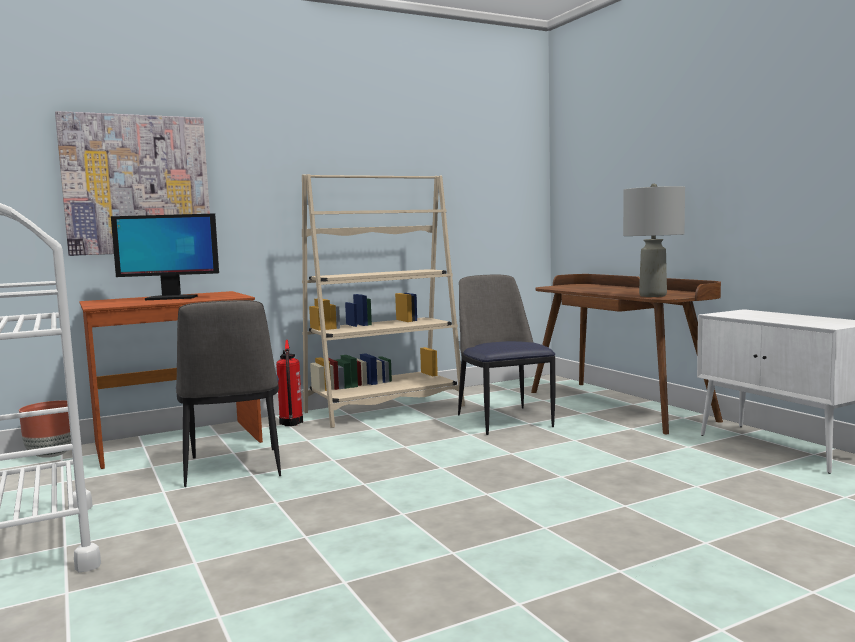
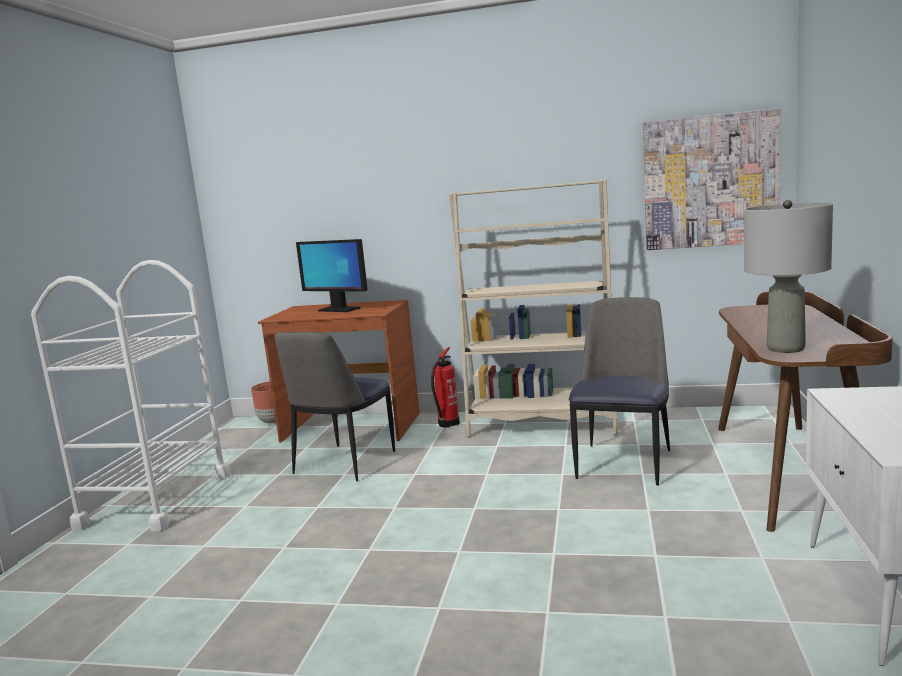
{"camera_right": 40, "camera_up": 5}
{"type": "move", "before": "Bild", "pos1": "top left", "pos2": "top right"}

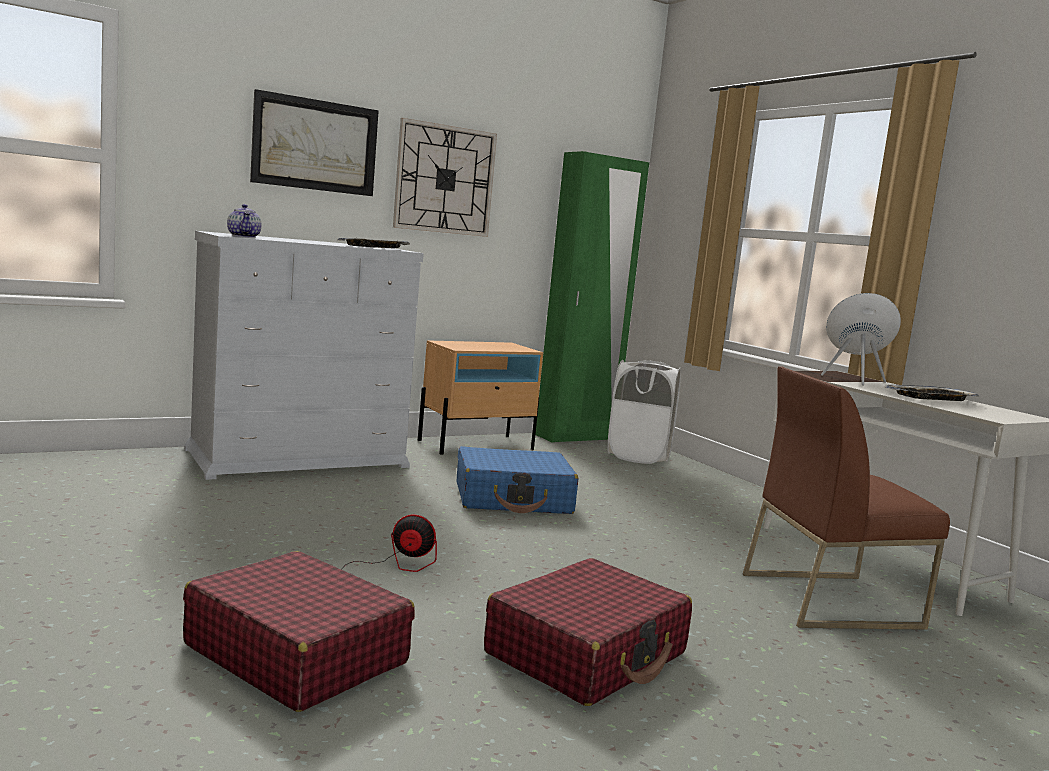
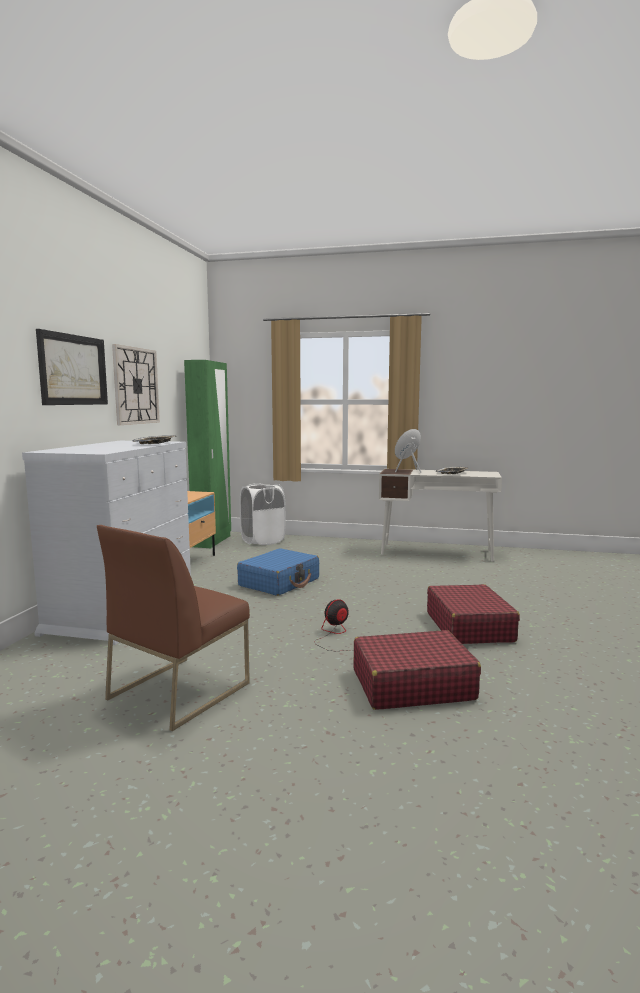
{"camera_right": -45, "camera_up": 0}
{"type": "delete", "before": "Teekanne", "pos1": "top left"}
{"type": "move", "before": "Stuhl/braun", "pos1": "middle right", "pos2": "middle left"}

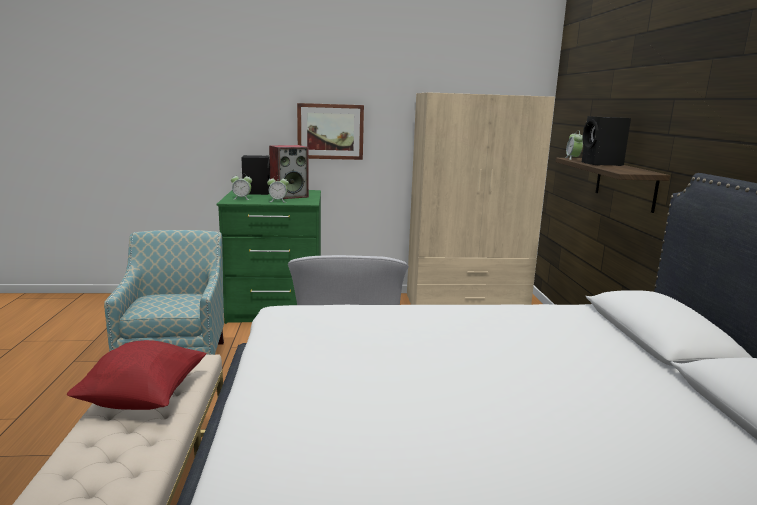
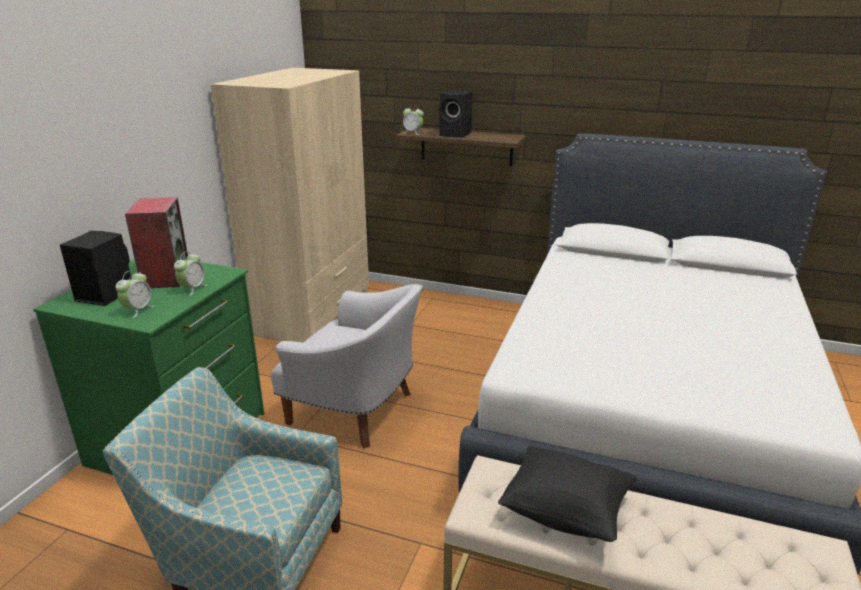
{"camera_right": -65, "camera_up": 10}
{"type": "delete", "before": "Bild", "pos1": "top centre"}
{"type": "recolor", "before": "Kissen/rot", "after": "Kissen/schwarz", "pos1": "bottom left", "pos2": "bottom centre"}

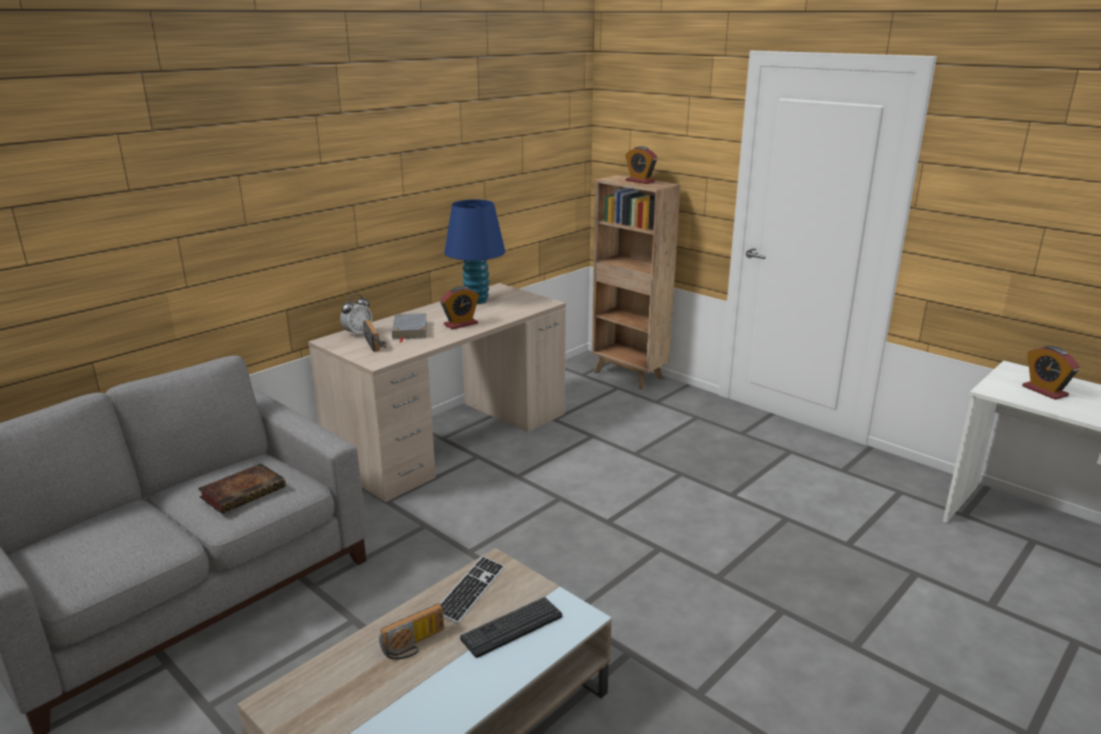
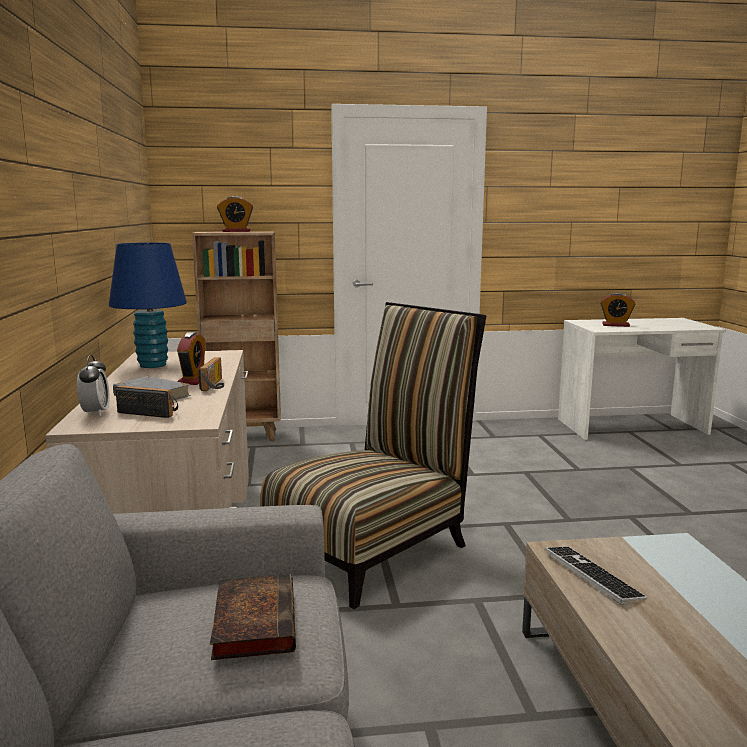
{"camera_right": -50, "camera_up": -10}
{"type": "delete", "before": "Tastatur (2nd from left)", "pos1": "bottom centre"}
{"type": "move", "before": "Radio (2nd from left)", "pos1": "bottom centre", "pos2": "middle left"}
{"type": "insert", "after": "Stuhl", "pos2": "centre"}

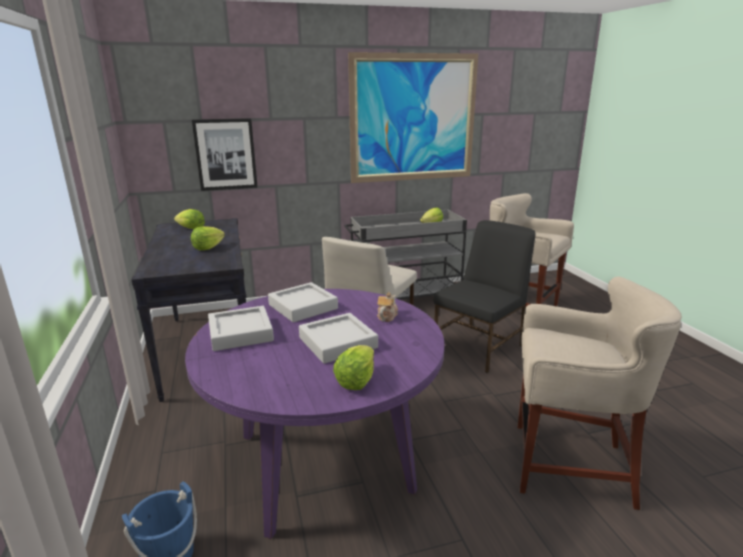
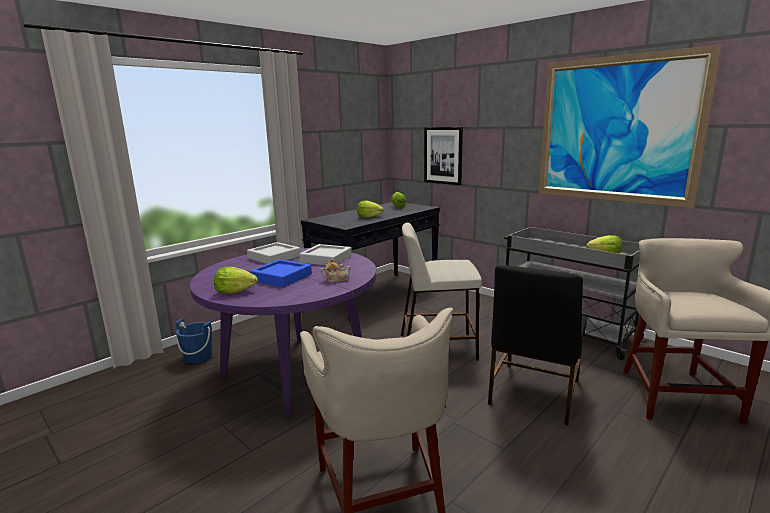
{"camera_right": 60, "camera_up": -5}
{"type": "rotate", "before": "Stuhl/schwarz", "pos1": "centre", "pos2": "bottom right", "turn": 105}
{"type": "recolor", "before": "Tablett/grau (3rd from left)", "after": "Tablett/blau", "pos1": "centre", "pos2": "centre"}

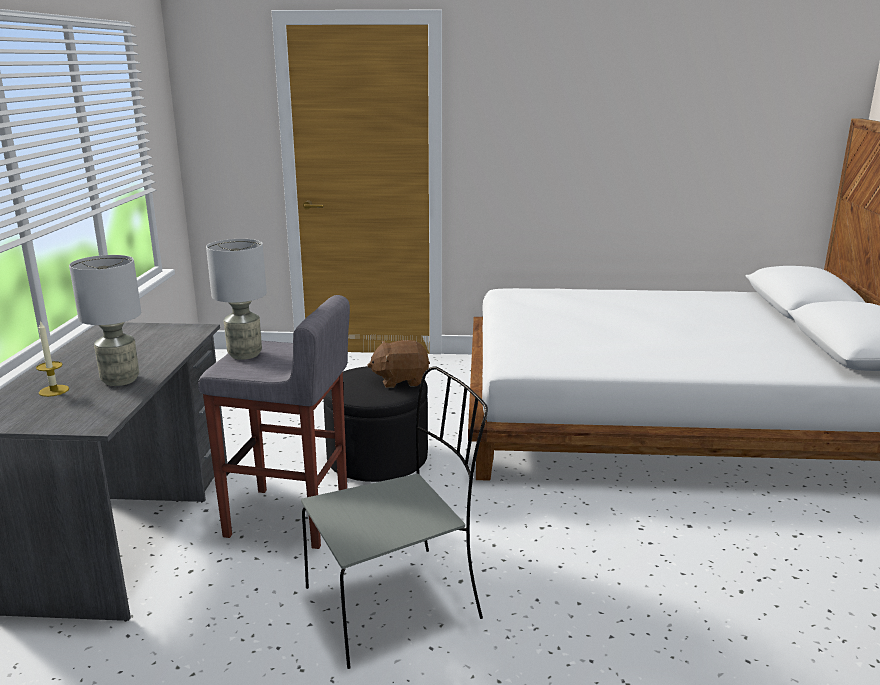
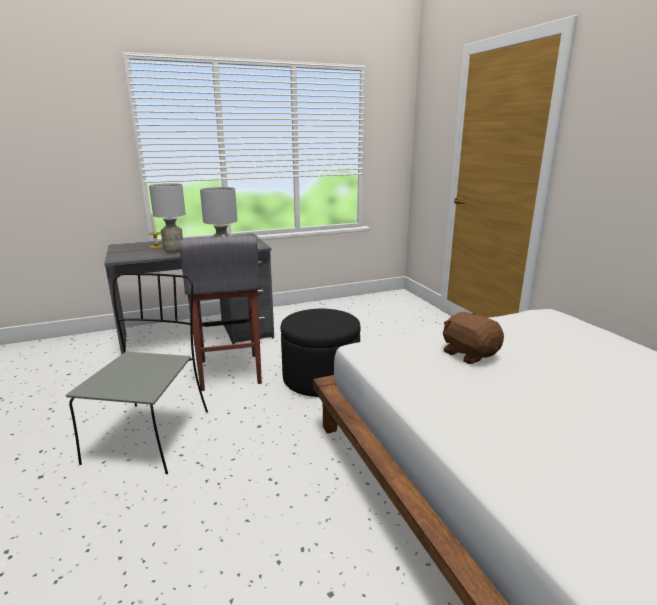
{"camera_right": 65, "camera_up": 0}
{"type": "move", "before": "Plüschtier/braun", "pos1": "centre", "pos2": "middle right"}
{"type": "rotate", "before": "Stuhl/grau", "pos1": "bottom centre", "pos2": "middle left", "turn": -120}

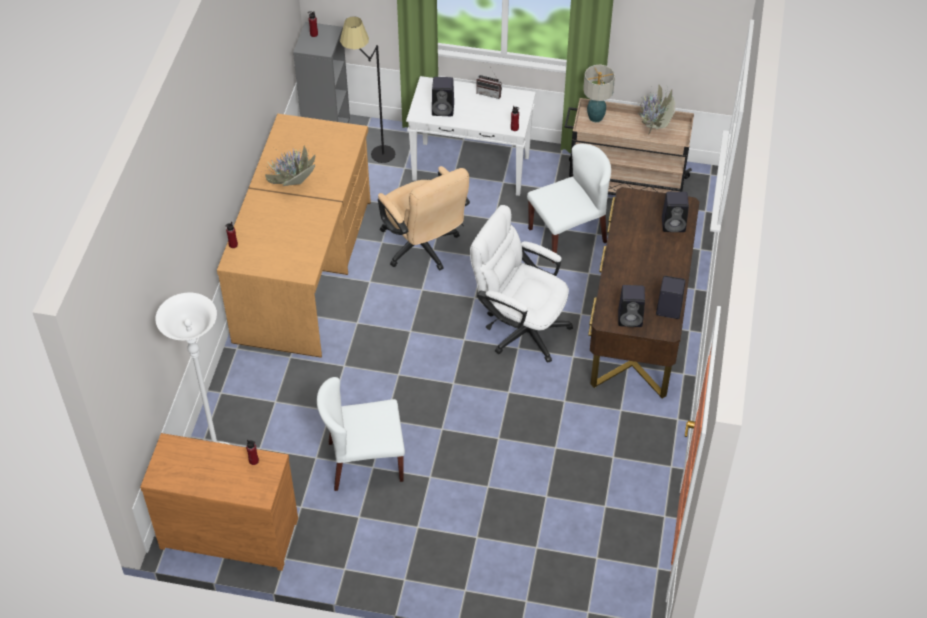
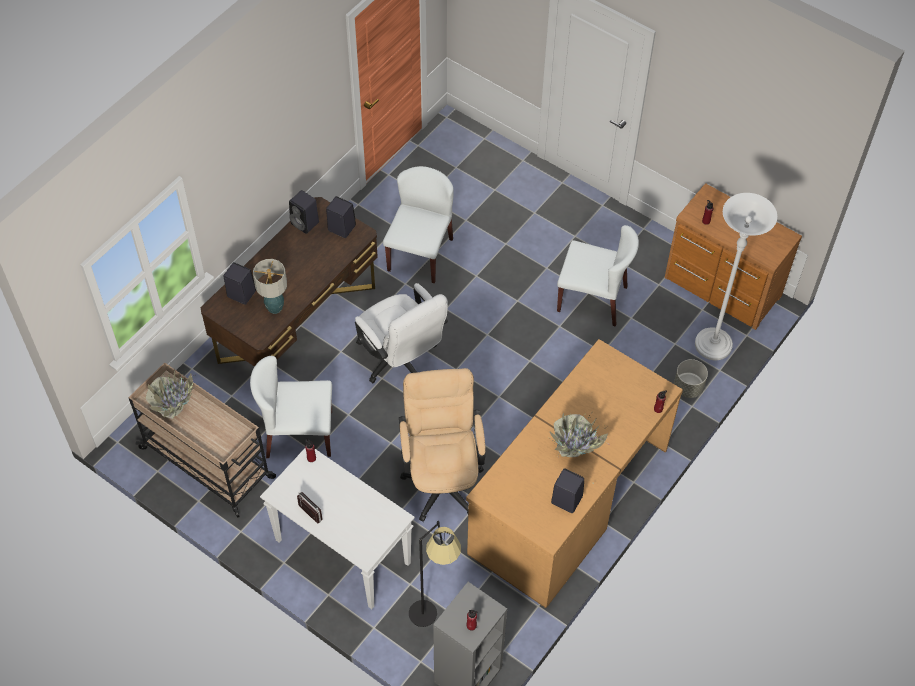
{"camera_right": -155, "camera_up": 5}
{"type": "move", "before": "Tischlampe", "pos1": "top centre", "pos2": "middle left"}
{"type": "move", "before": "Lautsprecher/schwarz (1st from left in the first image)", "after": "Lautsprecher/schwarz (4th from left)", "pos1": "top centre", "pos2": "bottom centre"}
{"type": "insert", "after": "Stuhl/weiß (2nd from left)", "pos2": "top centre"}
{"type": "insert", "after": "Pflanzkübel/grau", "pos2": "middle right"}

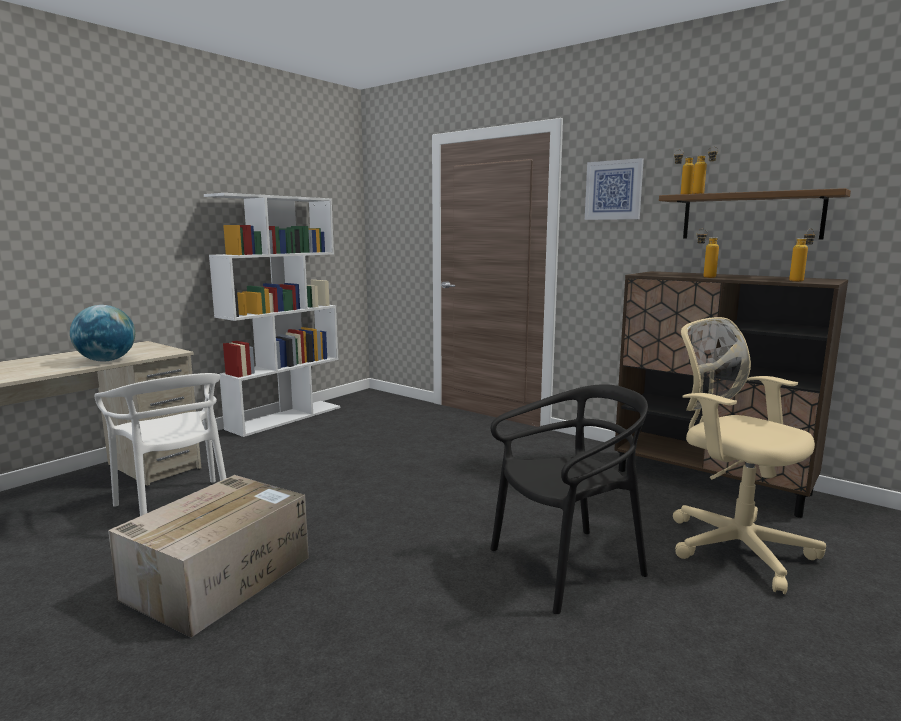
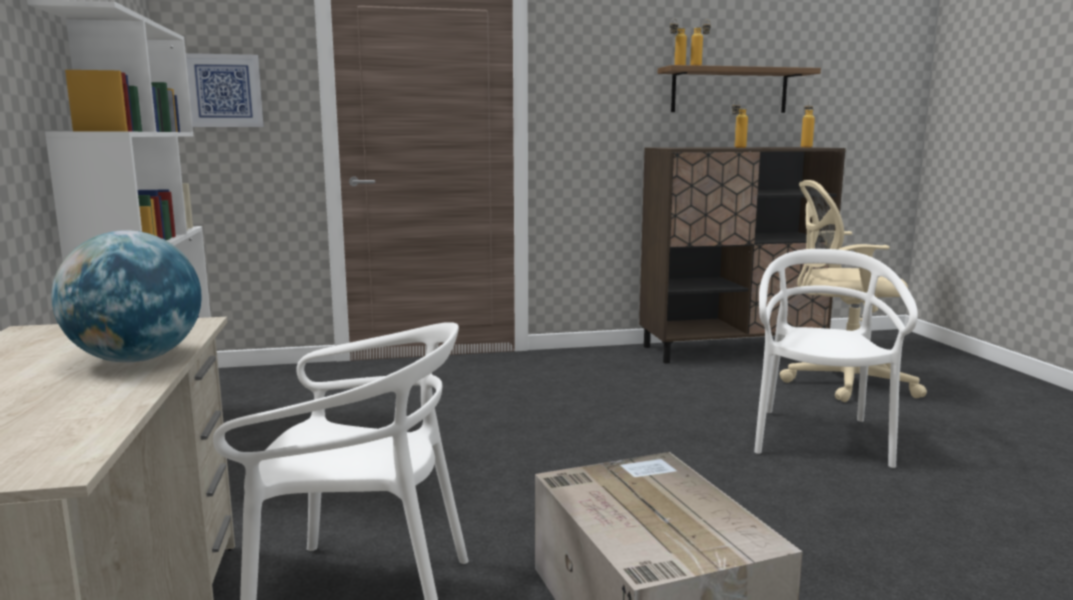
{"camera_right": -50, "camera_up": 0}
{"type": "move", "before": "Bild", "pos1": "top right", "pos2": "top left"}
{"type": "recolor", "before": "Stuhl/schwarz", "after": "Stuhl/weiß (2nd from left)", "pos1": "bottom centre", "pos2": "middle right"}

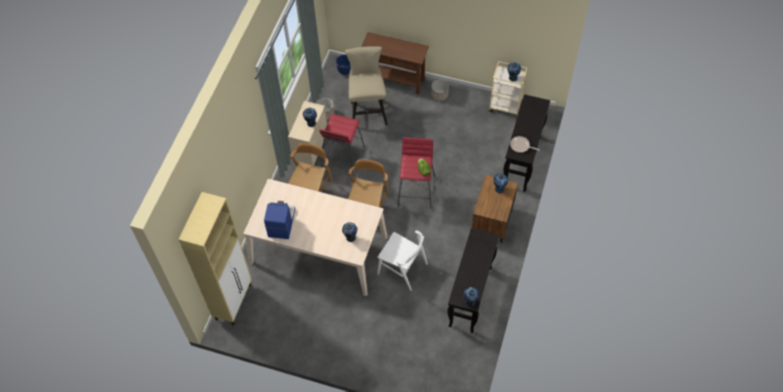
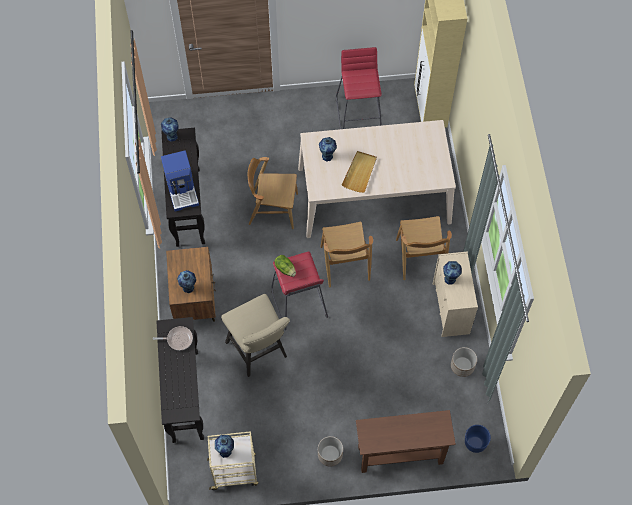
{"camera_right": 155, "camera_up": 5}
{"type": "move", "before": "Hocker/beige", "pos1": "top centre", "pos2": "centre"}
{"type": "move", "before": "Hocker/rot (1st from left in the first image)", "after": "Hocker/rot (2nd from left)", "pos1": "centre", "pos2": "top centre"}
{"type": "move", "before": "Kaffeemaschine", "pos1": "centre", "pos2": "middle left"}
{"type": "recolor", "before": "Stuhl/weiß", "after": "Stuhl/braun (1st from left)", "pos1": "centre", "pos2": "centre"}
{"type": "insert", "after": "Tablett/beige", "pos2": "centre"}

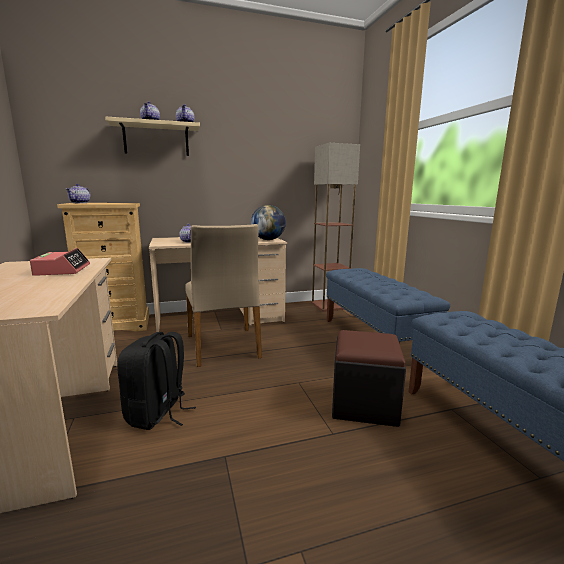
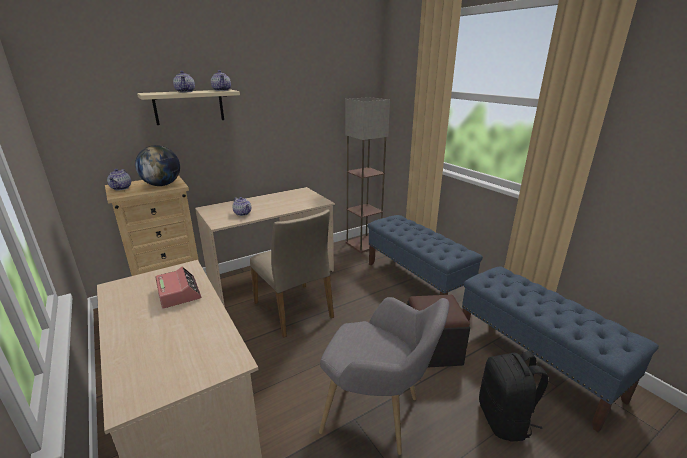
{"camera_right": -15, "camera_up": 10}
{"type": "move", "before": "Globus", "pos1": "centre", "pos2": "middle left"}
{"type": "move", "before": "Rucksack/schwarz", "pos1": "bottom left", "pos2": "bottom right"}
{"type": "insert", "after": "Sessel/grau", "pos2": "bottom centre"}

